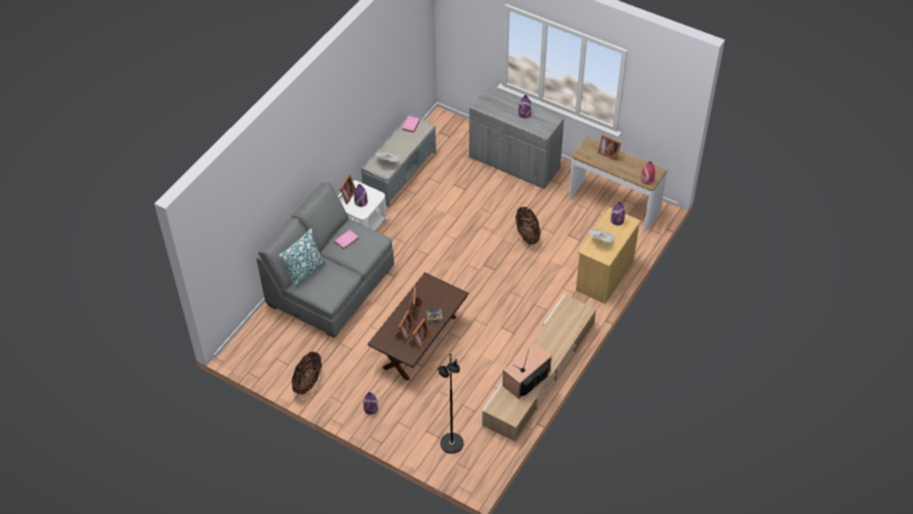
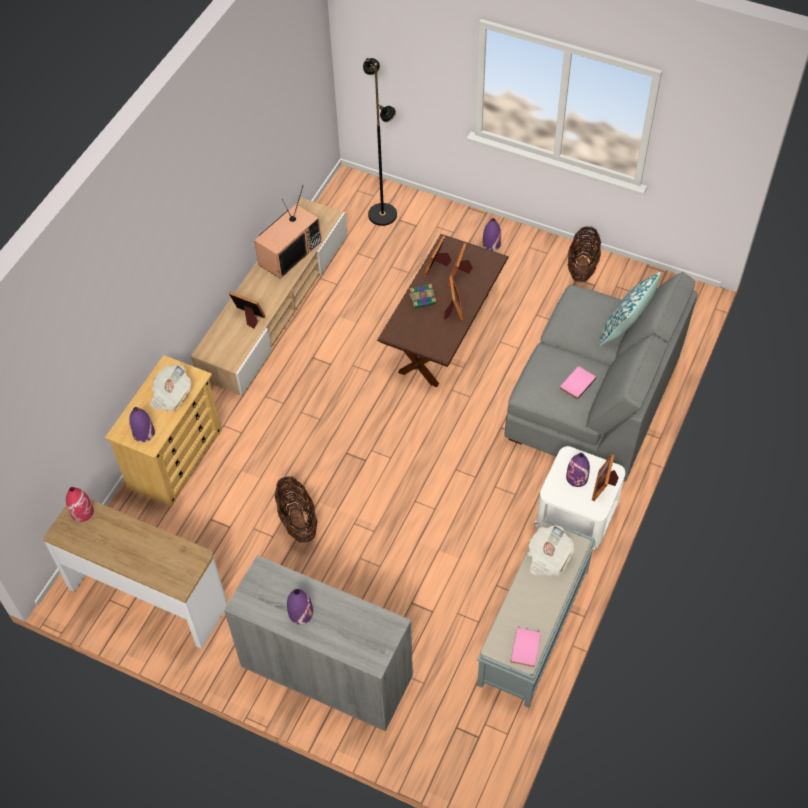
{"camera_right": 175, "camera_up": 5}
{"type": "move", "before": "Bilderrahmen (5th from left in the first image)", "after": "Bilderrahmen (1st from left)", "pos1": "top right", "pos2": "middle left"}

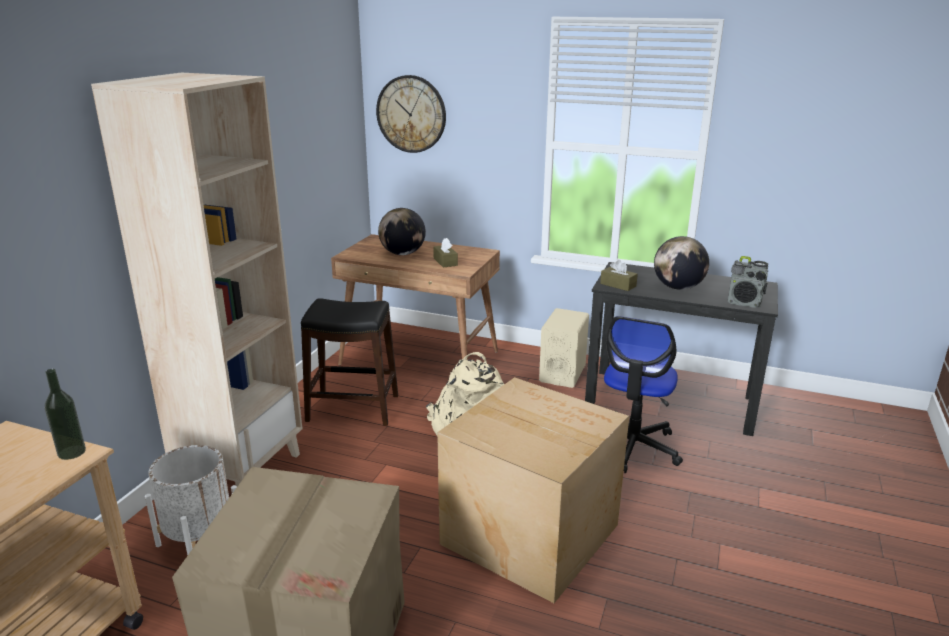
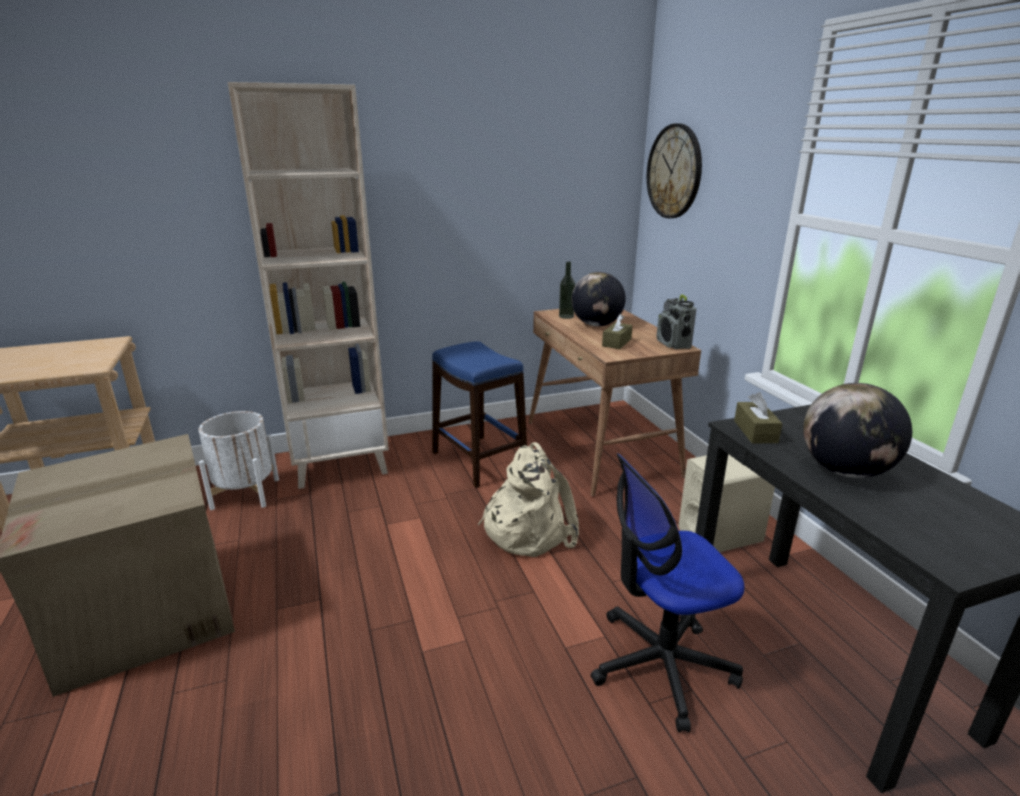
{"camera_right": 50, "camera_up": 0}
{"type": "move", "before": "Radio", "pos1": "middle right", "pos2": "centre"}
{"type": "recolor", "before": "Hocker/schwarz", "after": "Hocker/blau", "pos1": "centre", "pos2": "centre"}
{"type": "move", "before": "Flasche", "pos1": "middle left", "pos2": "centre"}
{"type": "delete", "before": "Karton (2nd from left)", "pos1": "bottom centre"}

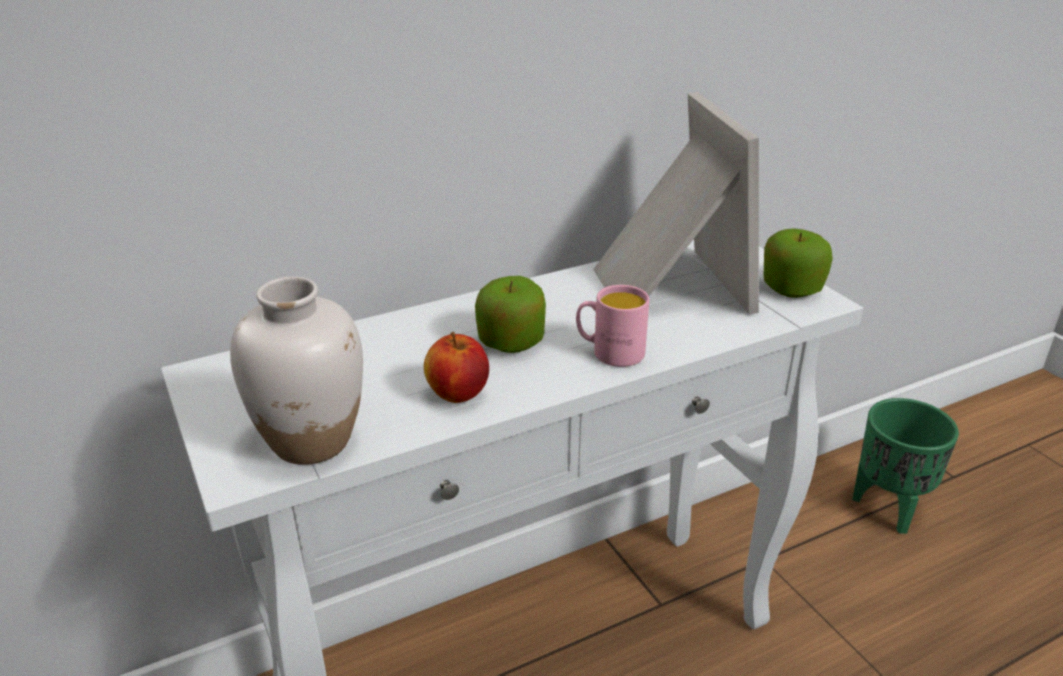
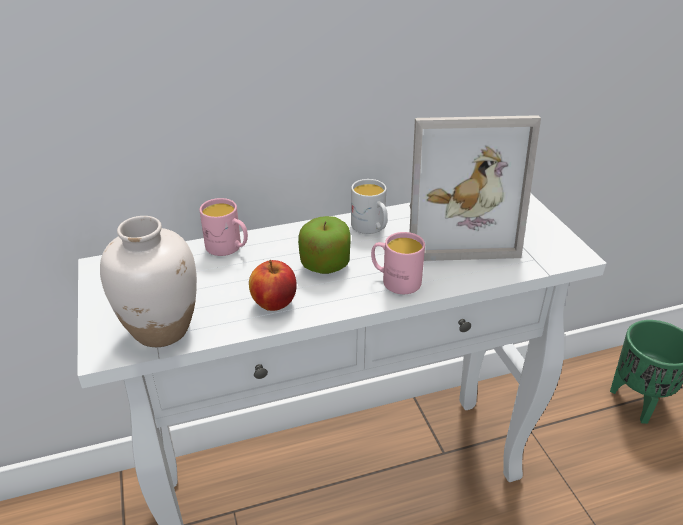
{"camera_right": 10, "camera_up": 5}
{"type": "rotate", "before": "Bilderrahmen", "pos1": "top centre", "pos2": "middle right", "turn": 90}
{"type": "delete", "before": "Apfel (3rd from left)", "pos1": "middle right"}
{"type": "insert", "after": "Henkelbecher/weiß", "pos2": "centre"}
{"type": "insert", "after": "Henkelbecher/rosa (1st from left)", "pos2": "middle left"}

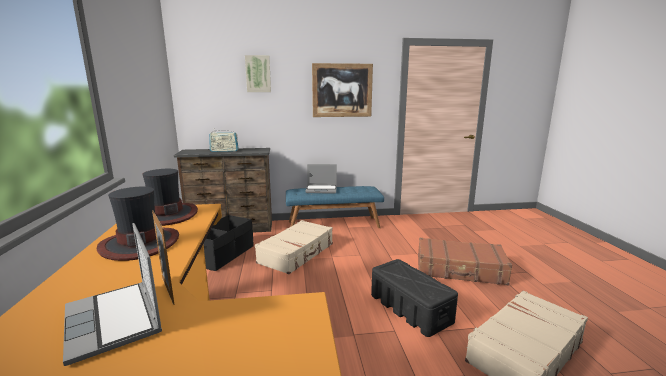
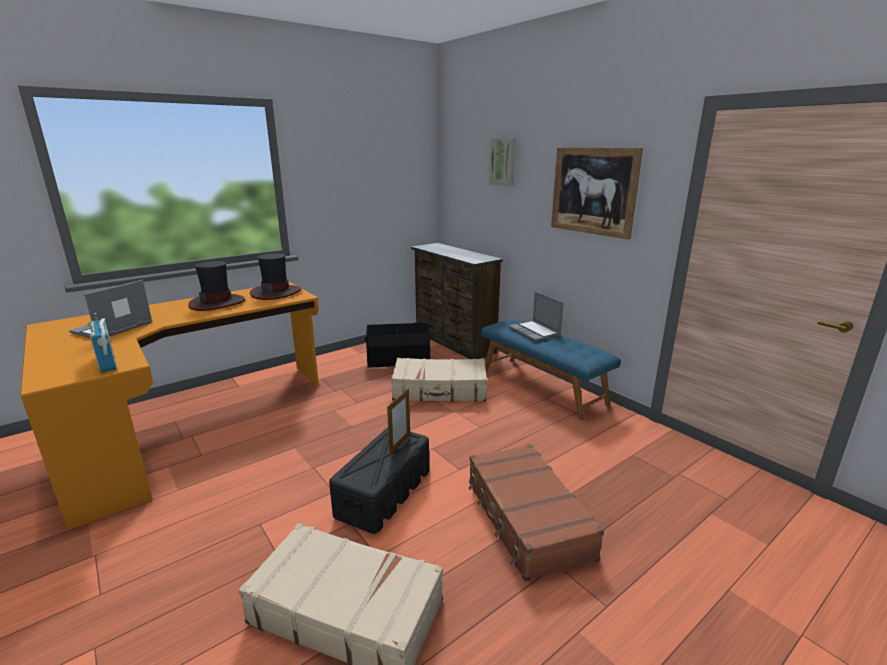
{"camera_right": 60, "camera_up": 5}
{"type": "move", "before": "Radio", "pos1": "centre", "pos2": "middle left"}
{"type": "move", "before": "Bilderrahmen", "pos1": "bottom left", "pos2": "centre"}

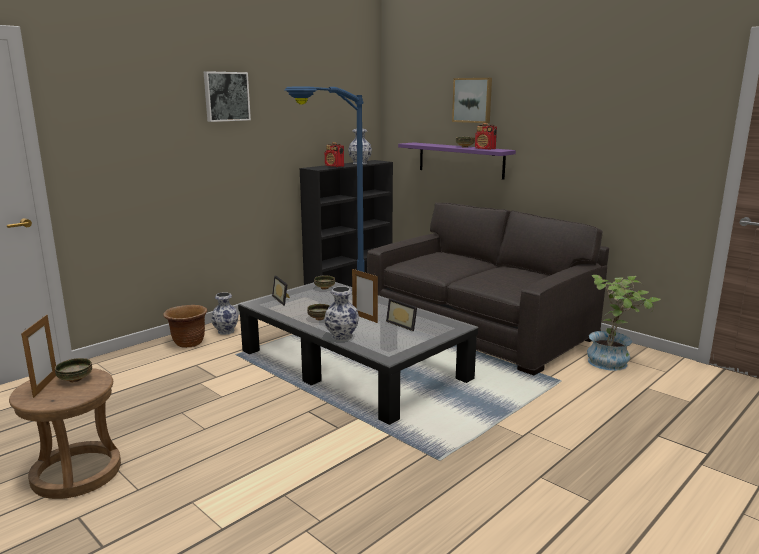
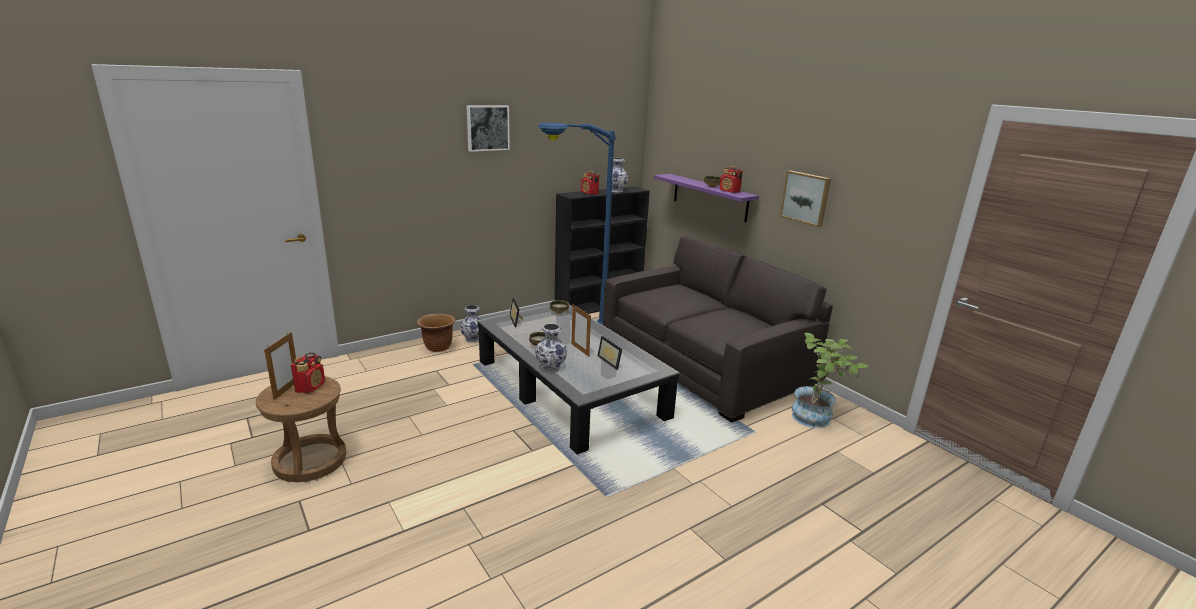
{"camera_right": 10, "camera_up": 5}
{"type": "move", "before": "Bild (2nd from left)", "pos1": "top centre", "pos2": "top right"}
{"type": "replace", "before": "Schüssel (1st from left)", "after": "Radio (1st from left)", "pos1": "bottom left", "pos2": "middle left"}

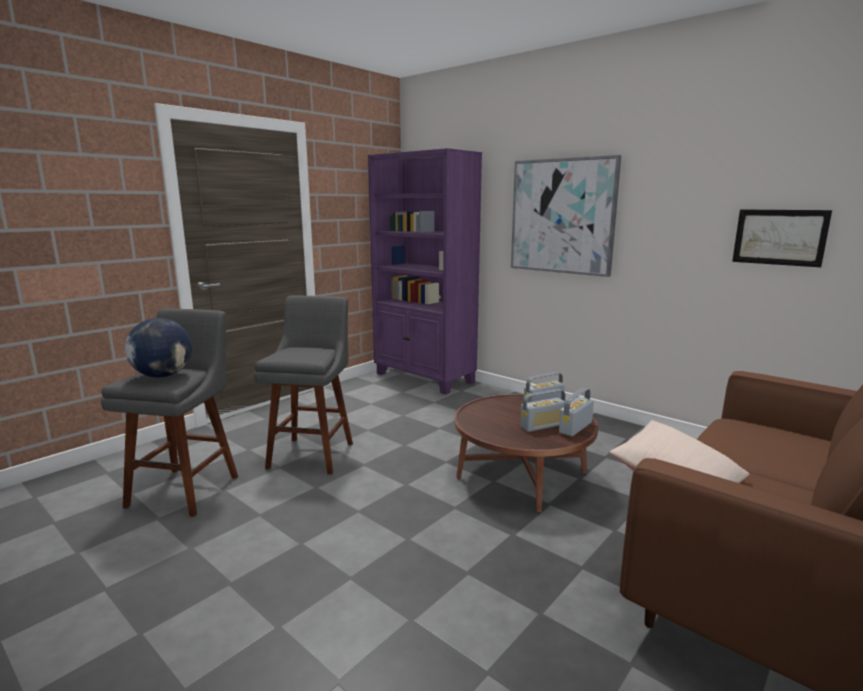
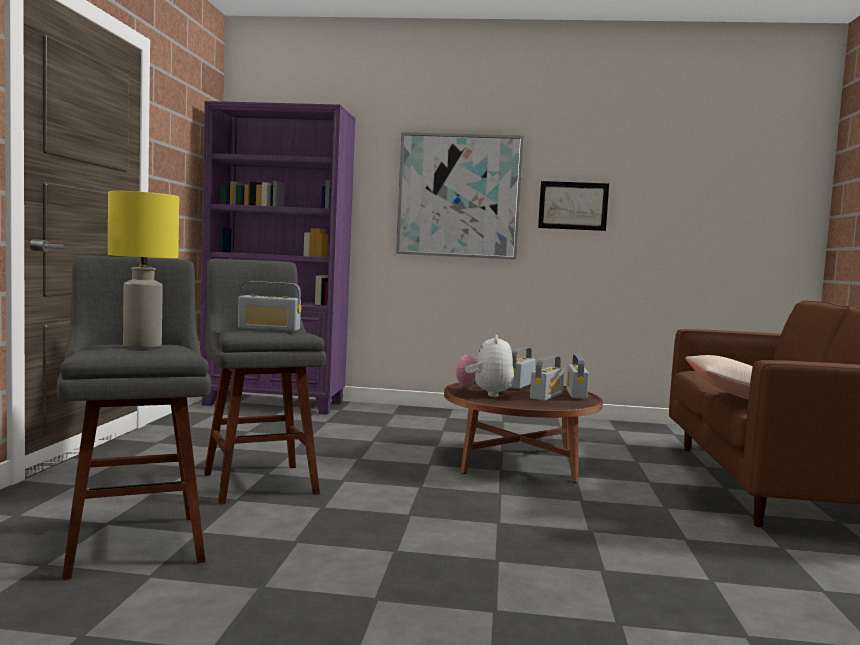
{"camera_right": -35, "camera_up": -10}
{"type": "move", "before": "Bild (2nd from left)", "pos1": "middle right", "pos2": "top centre"}
{"type": "replace", "before": "Globus", "after": "Tischlampe/gelb", "pos1": "middle left", "pos2": "middle left"}
{"type": "insert", "after": "Radio (1st from left)", "pos2": "middle left"}
{"type": "insert", "after": "Plüschtier", "pos2": "centre"}

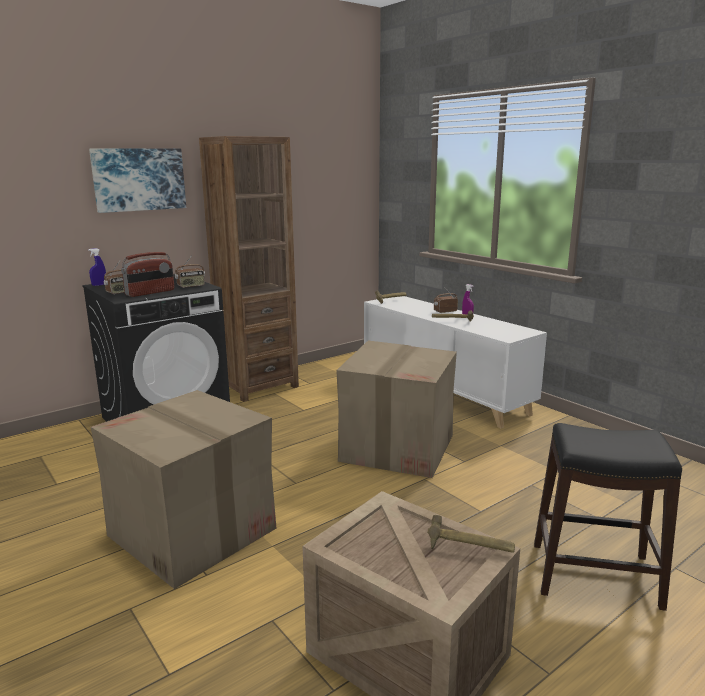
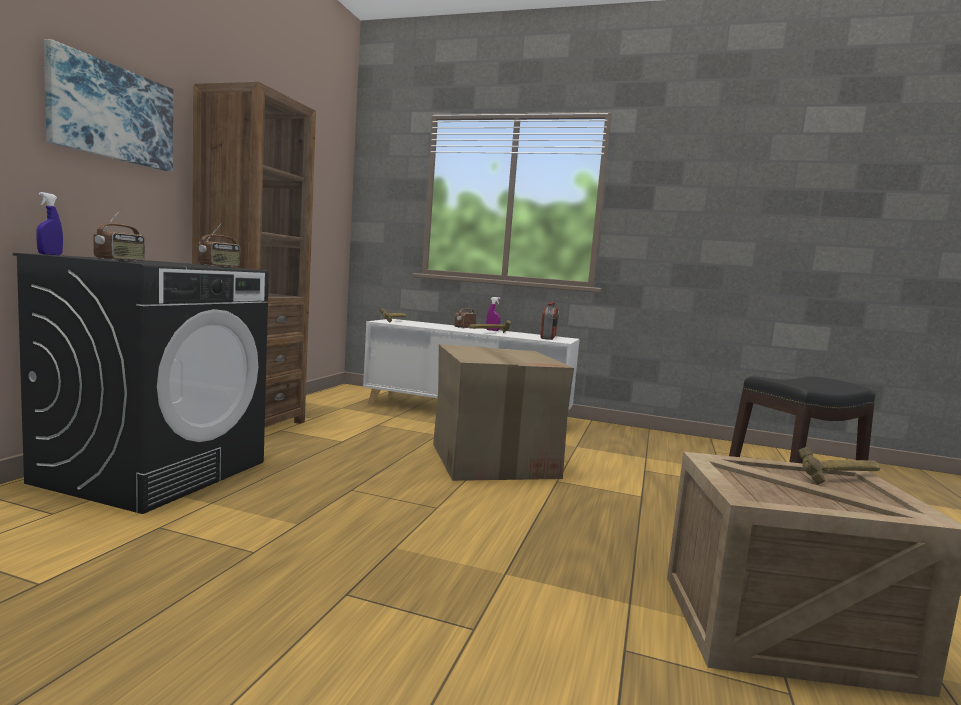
{"camera_right": -35, "camera_up": -10}
{"type": "move", "before": "Radio (2nd from left in the first image)", "after": "Radio (4th from left)", "pos1": "middle left", "pos2": "centre"}
{"type": "delete", "before": "Karton (1st from left)", "pos1": "bottom left"}

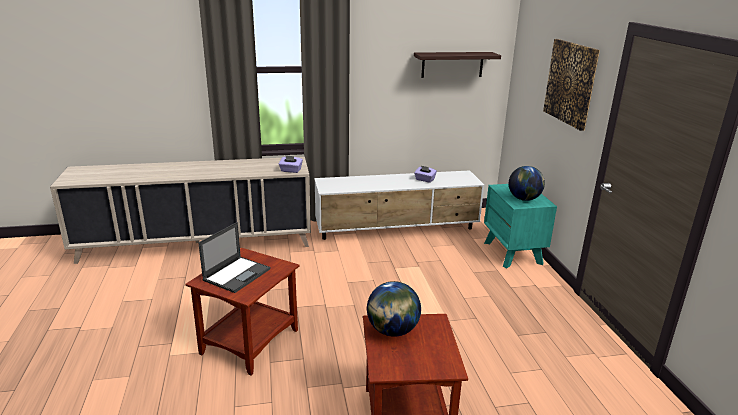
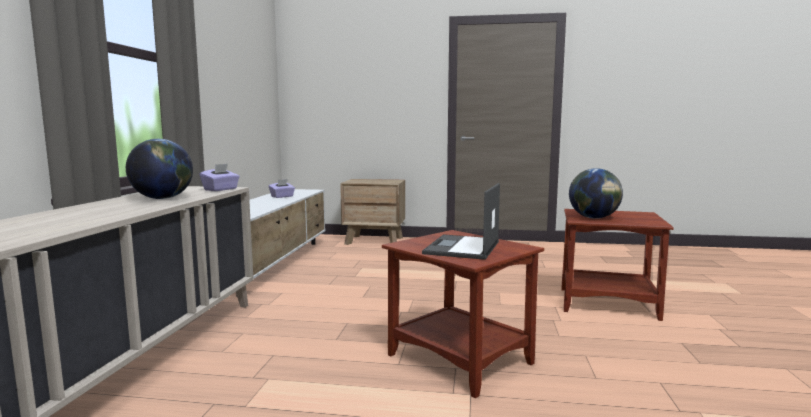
{"camera_right": -70, "camera_up": -15}
{"type": "delete", "before": "Bild", "pos1": "top right"}
{"type": "delete", "before": "Wandregal", "pos1": "top centre"}
{"type": "move", "before": "Globus (2nd from left in the first image)", "after": "Globus (1st from left)", "pos1": "middle right", "pos2": "middle left"}
{"type": "recolor", "before": "Nachttisch/türkis", "after": "Nachttisch/braun", "pos1": "middle right", "pos2": "centre"}
{"type": "rotate", "before": "Laptop", "pos1": "middle left", "pos2": "centre", "turn": -120}

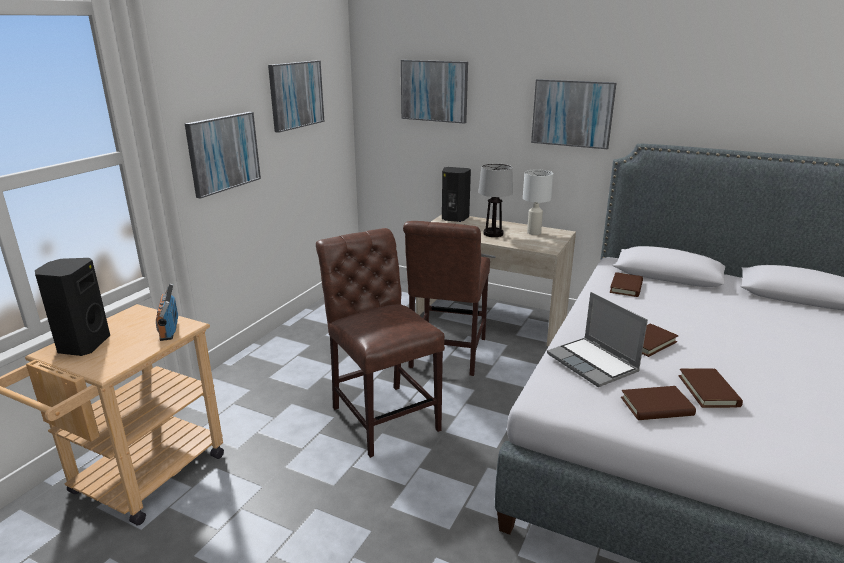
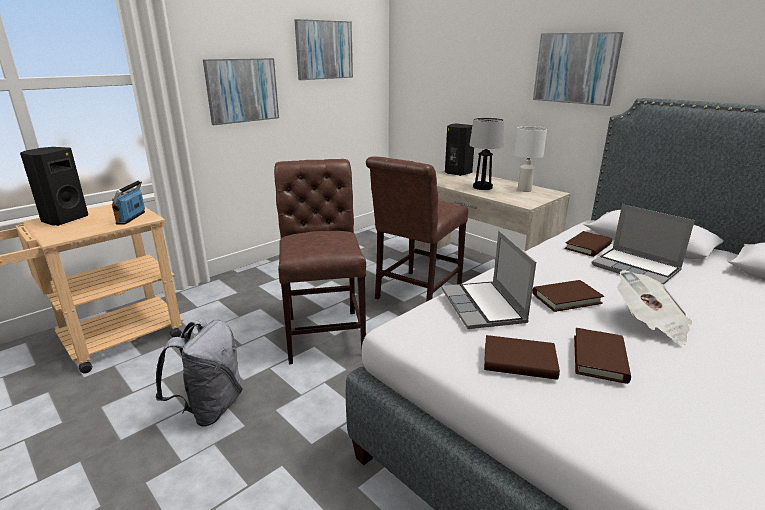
{"camera_right": 20, "camera_up": 0}
{"type": "delete", "before": "Bild (3rd from left)", "pos1": "top centre"}
{"type": "insert", "after": "Laptop (2nd from left)", "pos2": "middle right"}
{"type": "insert", "after": "Zeitung", "pos2": "middle right"}
{"type": "insert", "after": "Rucksack/grau", "pos2": "bottom left"}

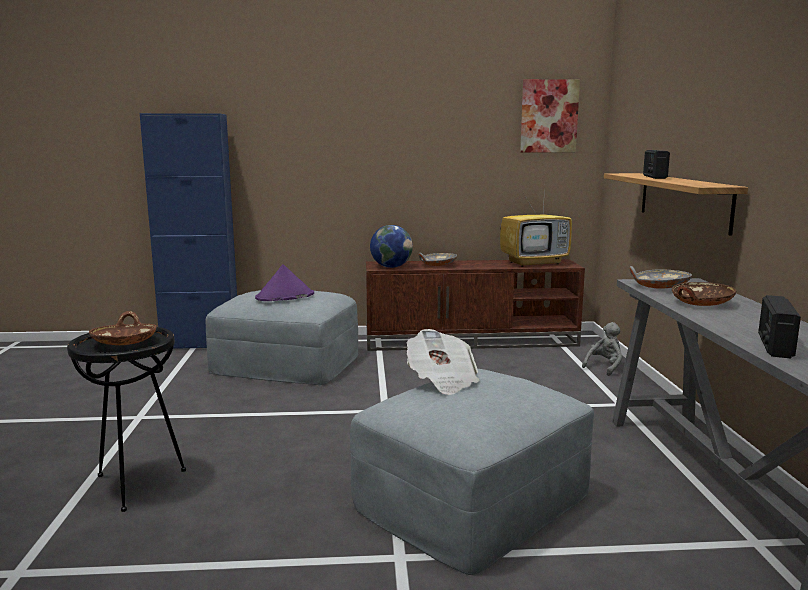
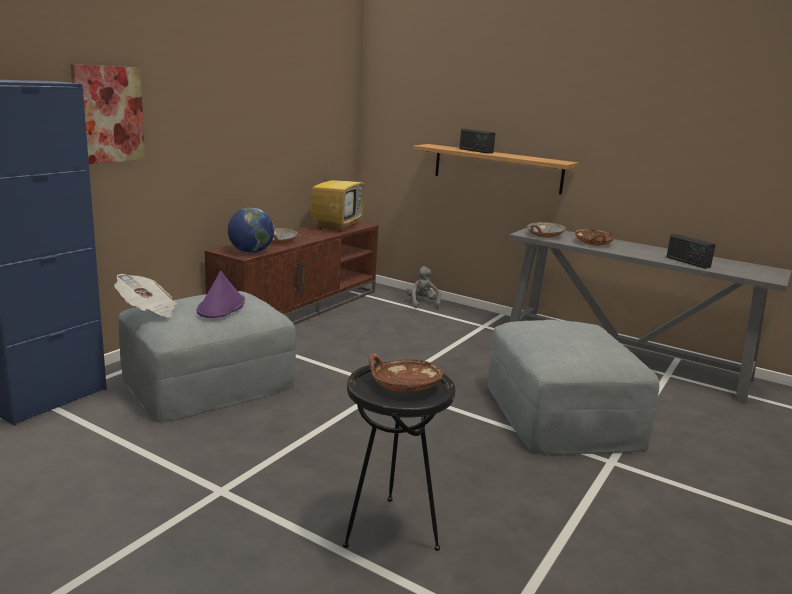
{"camera_right": -55, "camera_up": 5}
{"type": "move", "before": "Bild", "pos1": "top right", "pos2": "top left"}
{"type": "move", "before": "Zeitung", "pos1": "centre", "pos2": "middle left"}

